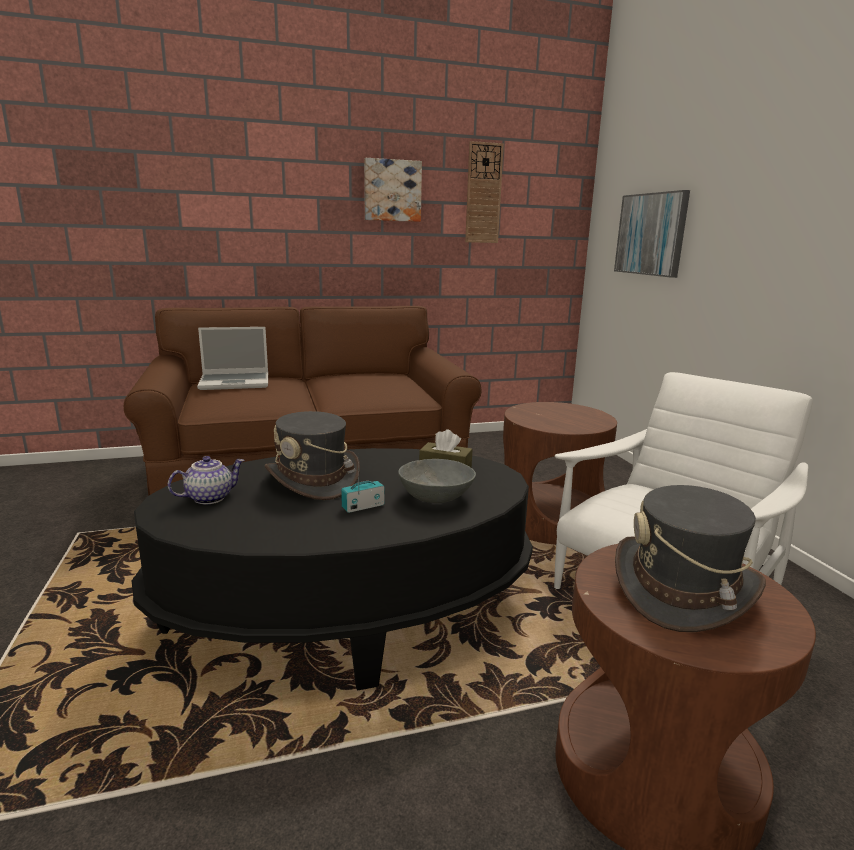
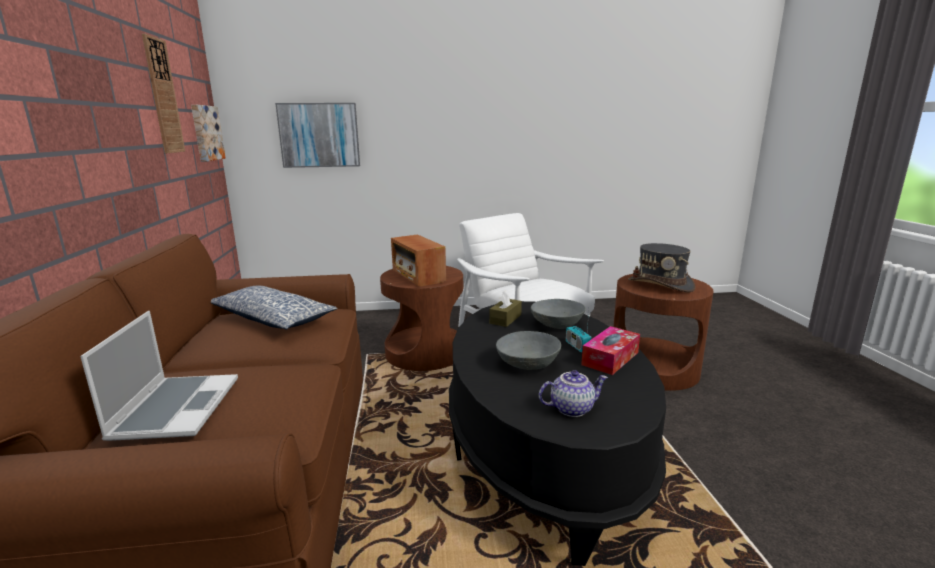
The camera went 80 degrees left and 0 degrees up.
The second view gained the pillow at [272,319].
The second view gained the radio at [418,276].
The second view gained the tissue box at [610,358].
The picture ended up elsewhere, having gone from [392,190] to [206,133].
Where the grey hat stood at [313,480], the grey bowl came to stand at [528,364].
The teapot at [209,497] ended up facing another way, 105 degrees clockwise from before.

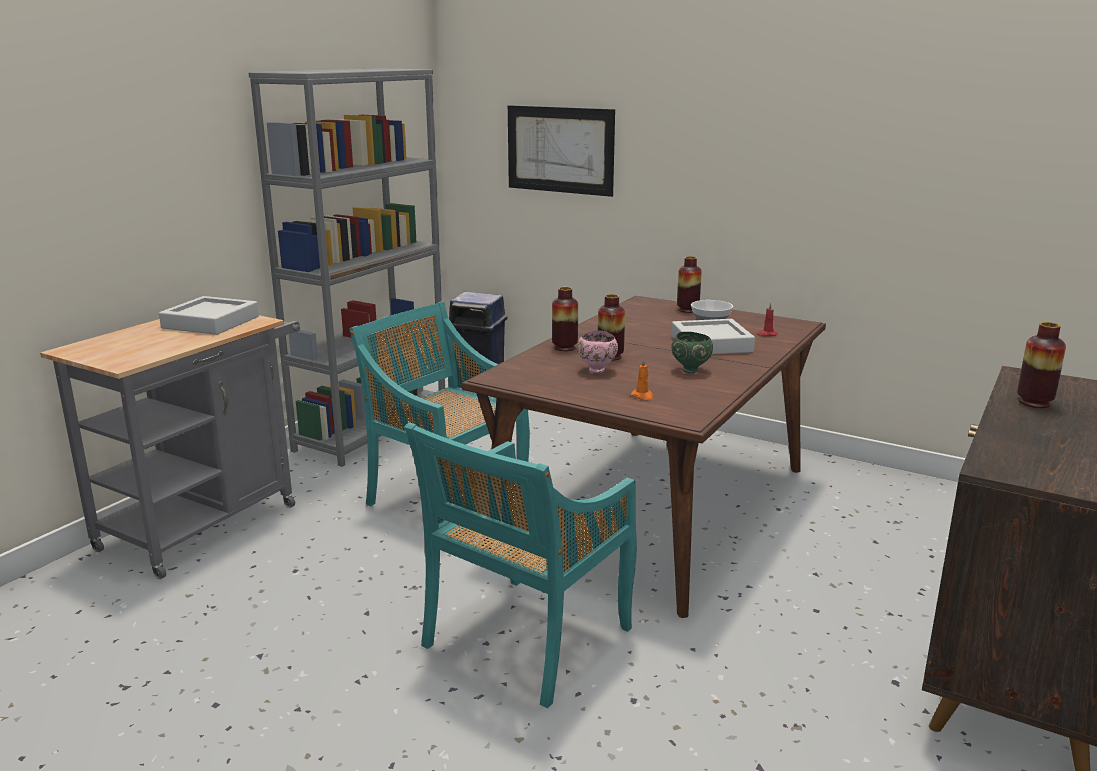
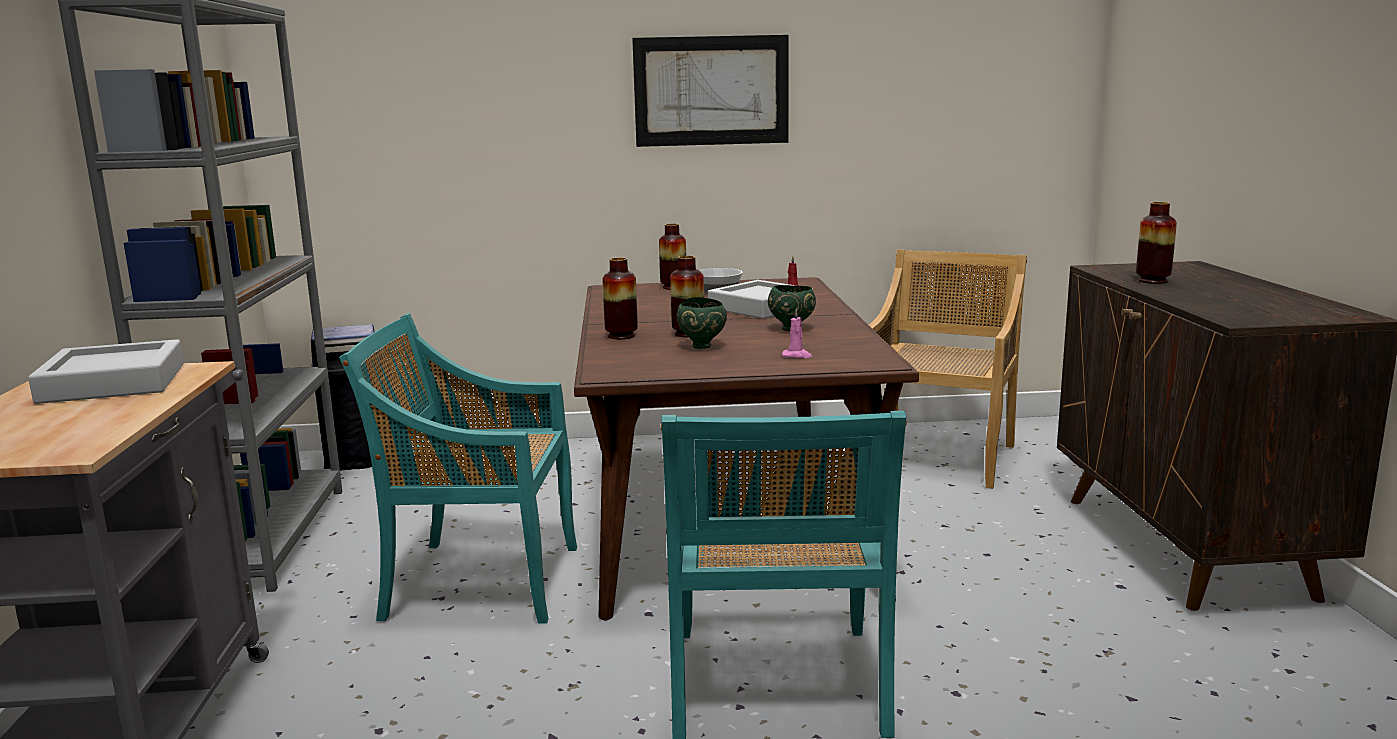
The camera went 35 degrees left and 5 degrees down.
The second view gained the beige chair at [940,457].
The picture ended up elsewhere, having gone from [560,150] to [711,91].
What was the pink bowl at [597,371] turned into the green bowl at [702,346].
What was the orange candle at [643,396] turned into the pink candle at [797,356].

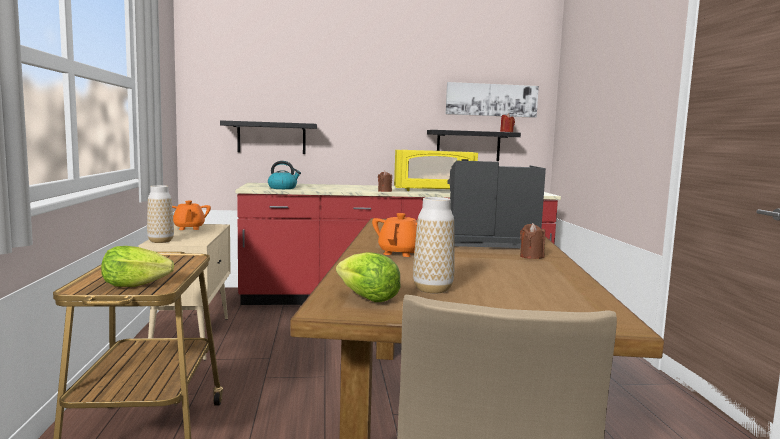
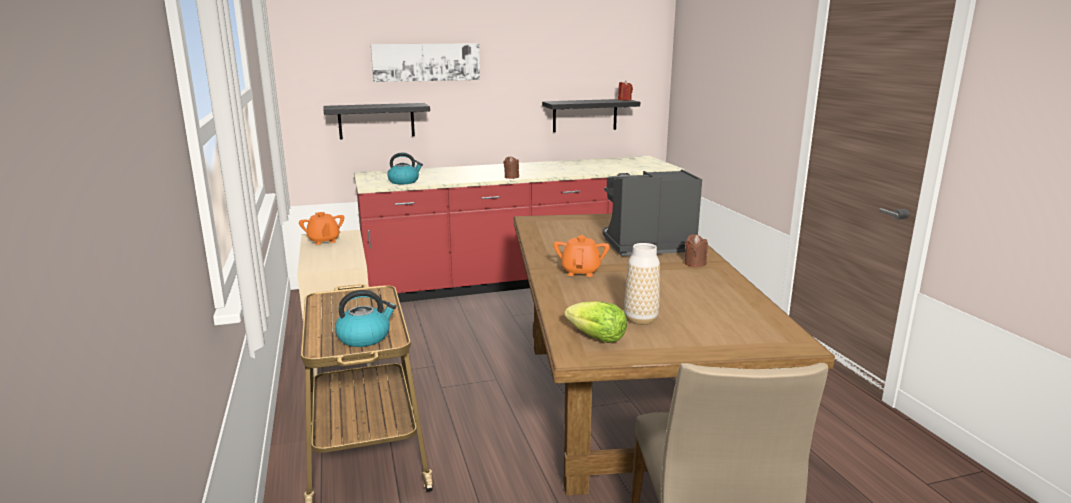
The camera went 10 degrees left and 10 degrees up.
The second view lost the vase at [160,241].
The second view lost the yellow microwave at [434,191].
The picture ended up elsewhere, having gone from [491,100] to [426,62].
Where the lettuce stood at [134,285], the kettle came to stand at [364,337].

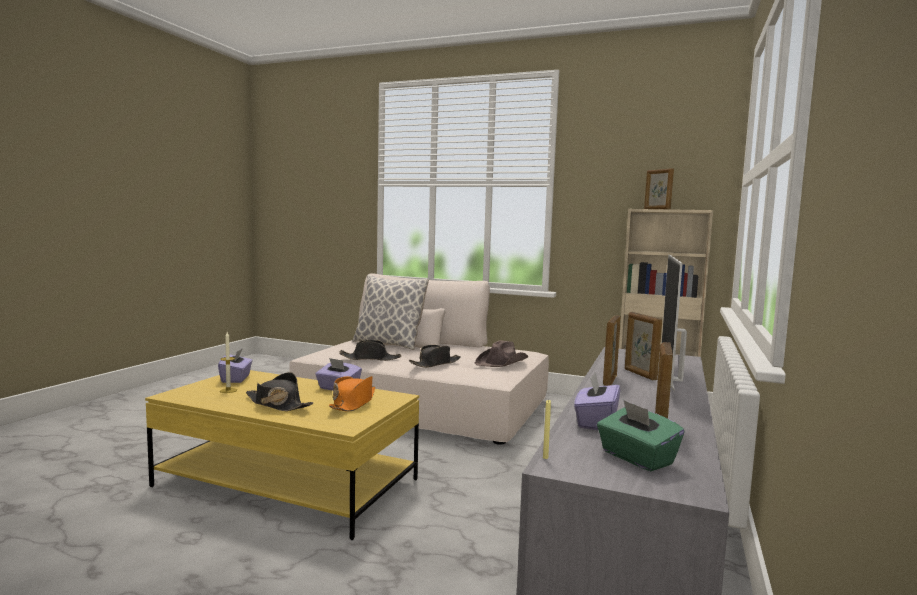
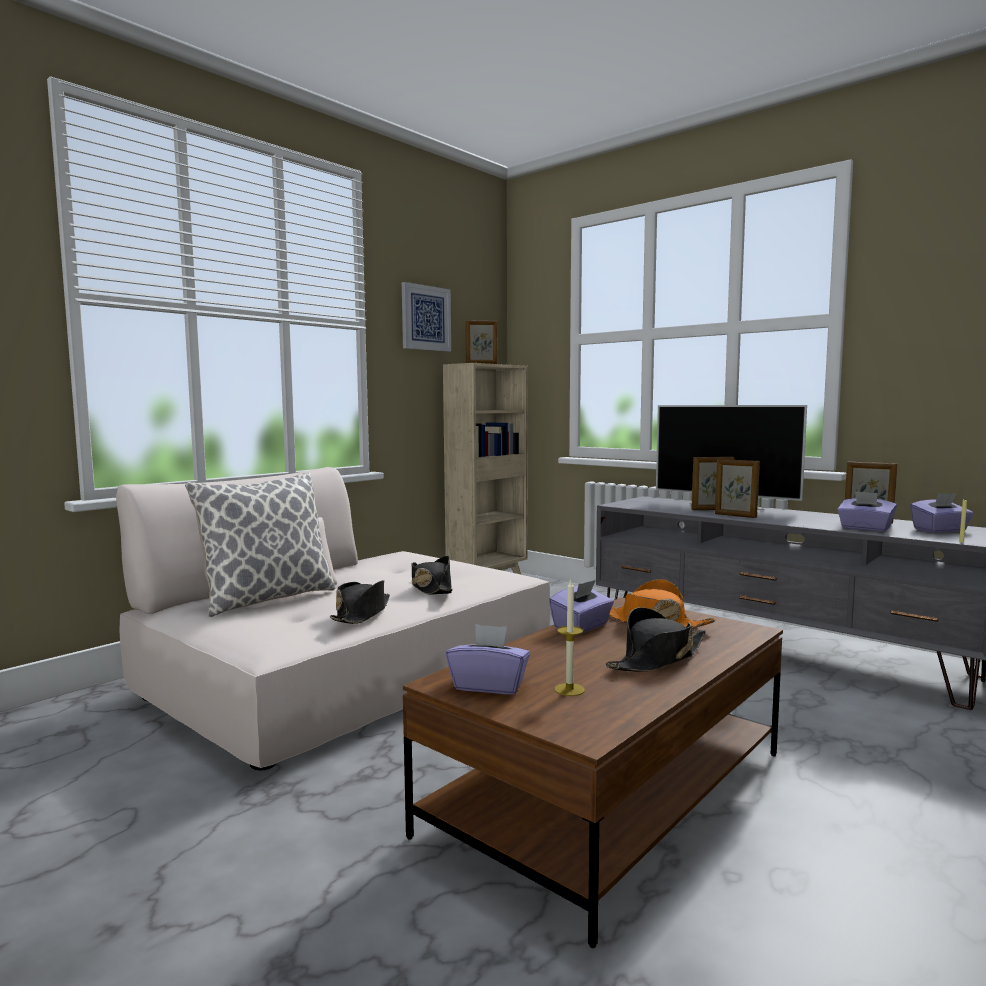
The camera went 70 degrees left and 0 degrees up.
The second view lost the brown hat at [502,362].
The second view gained the picture at [425,318].
What was the yellow coffee table at [288,483] turned into the brown coffee table at [609,792].
What was the green tissue box at [636,458] turned into the purple tissue box at [940,530].

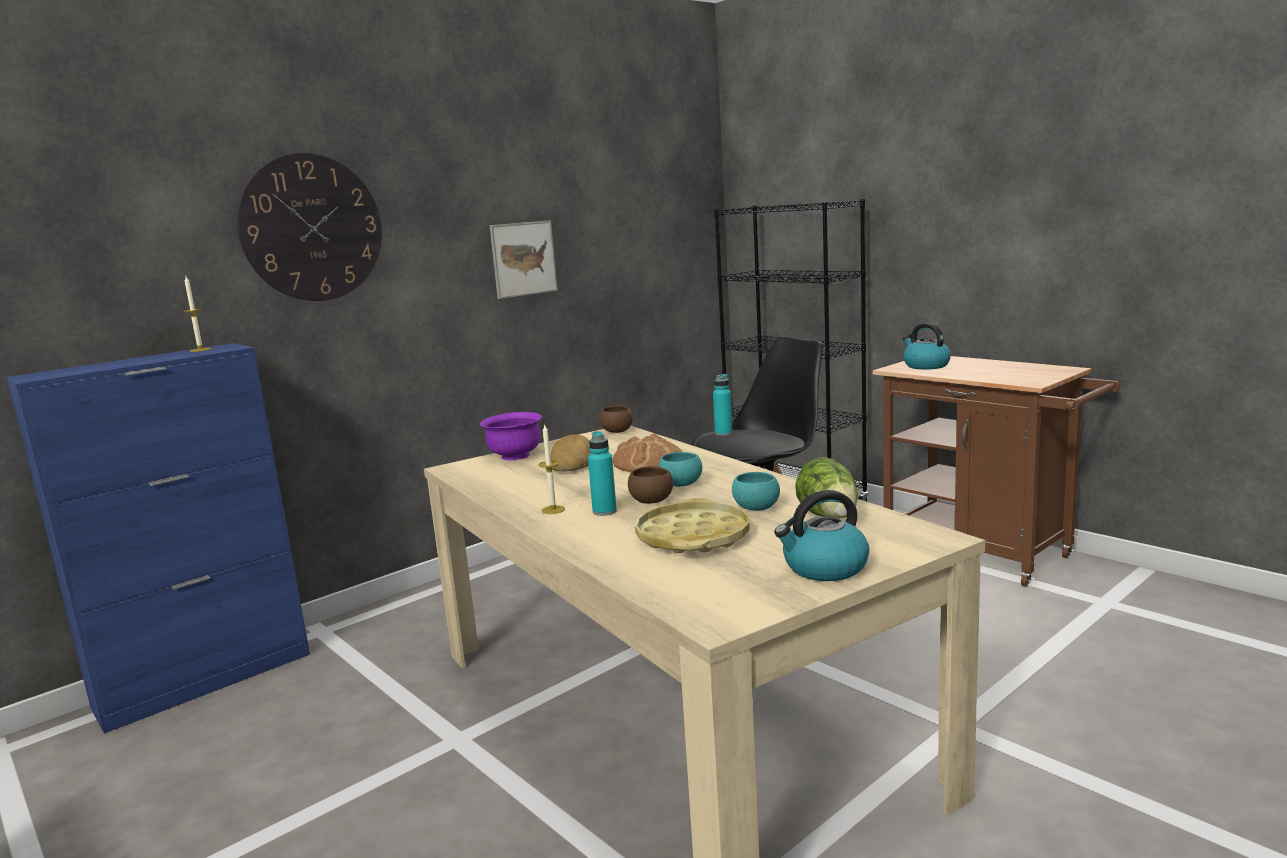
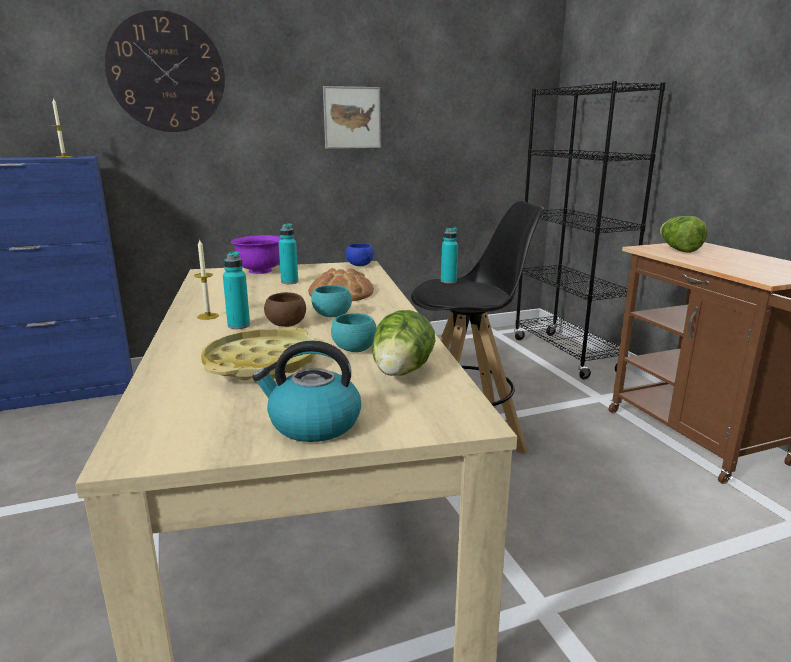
The camera went 20 degrees right and 5 degrees up.
Where the bread stood at [573,461], the turquoise bottle came to stand at [289,282].
Where the kettle stood at [925,366], the lettuce came to stand at [678,249].
What was the brown bowl at [617,431] turned into the blue bowl at [359,265].

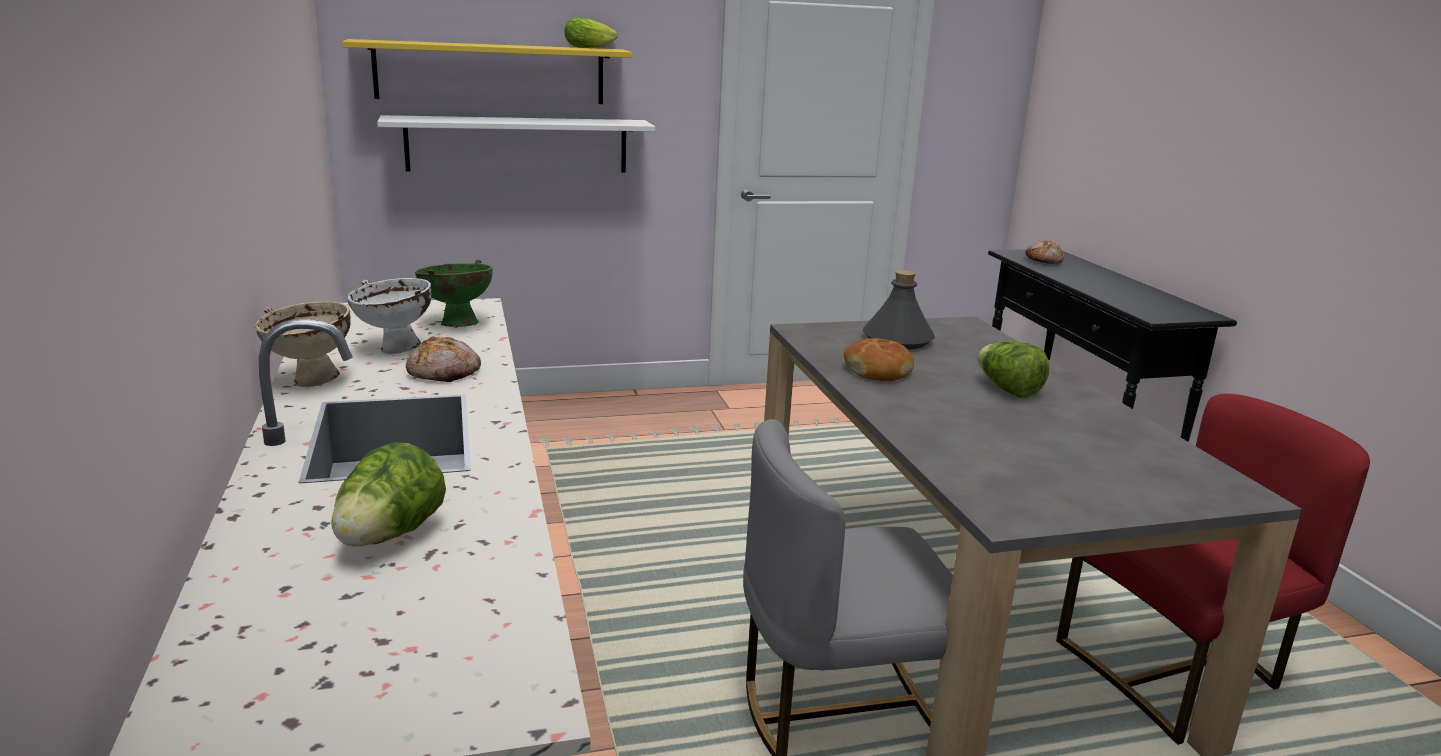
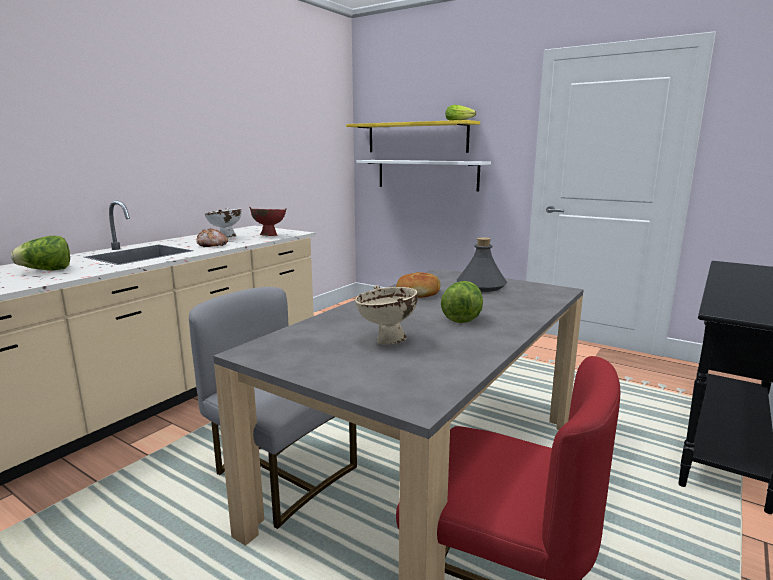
The camera went 50 degrees right and 5 degrees down.
The second view lost the bread at [1044,260].
The beige bowl ended up elsewhere, having gone from [312,382] to [387,341].
What was the green bowl at [456,324] turned into the red bowl at [269,236].

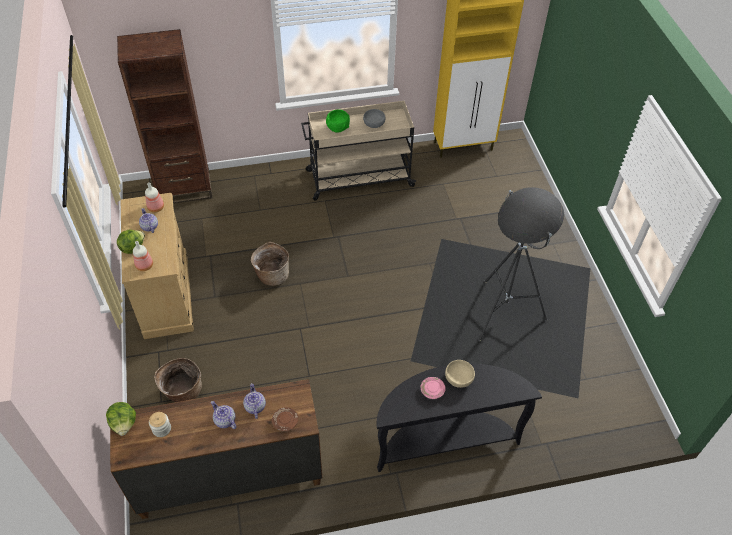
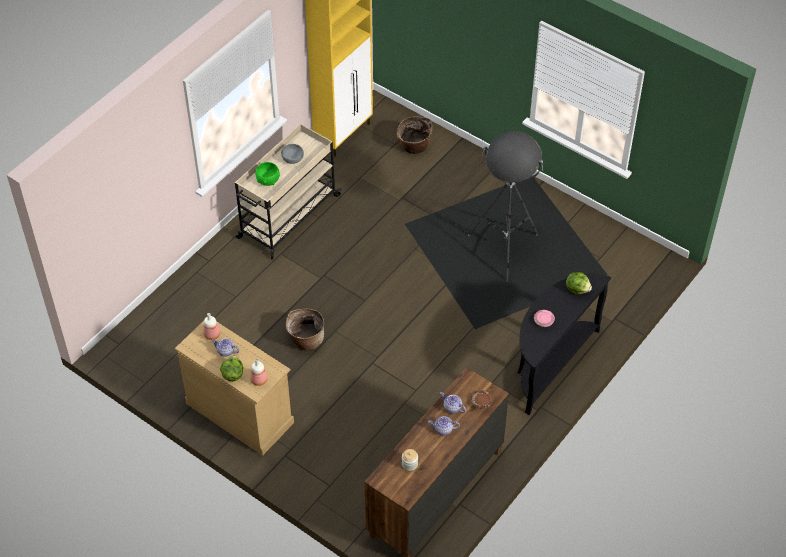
The camera went 40 degrees left and 0 degrees up.
The second view lost the brown bookcase at [184,189].
The second view lost the beige bowl at [459,379].
The lettuce ended up elsewhere, having gone from [124,424] to [577,289].
The basket ended up elsewhere, having gone from [182,392] to [414,147].

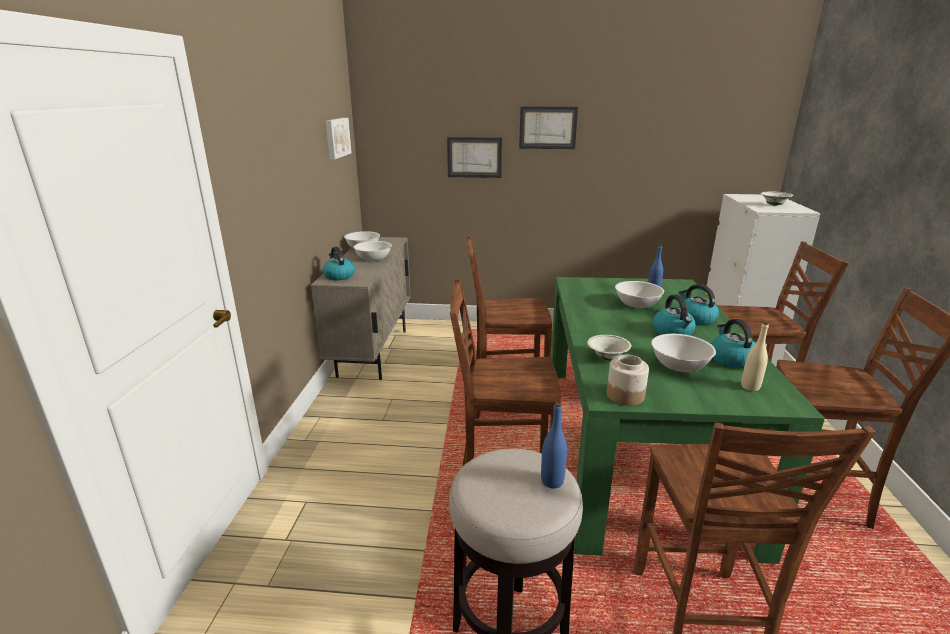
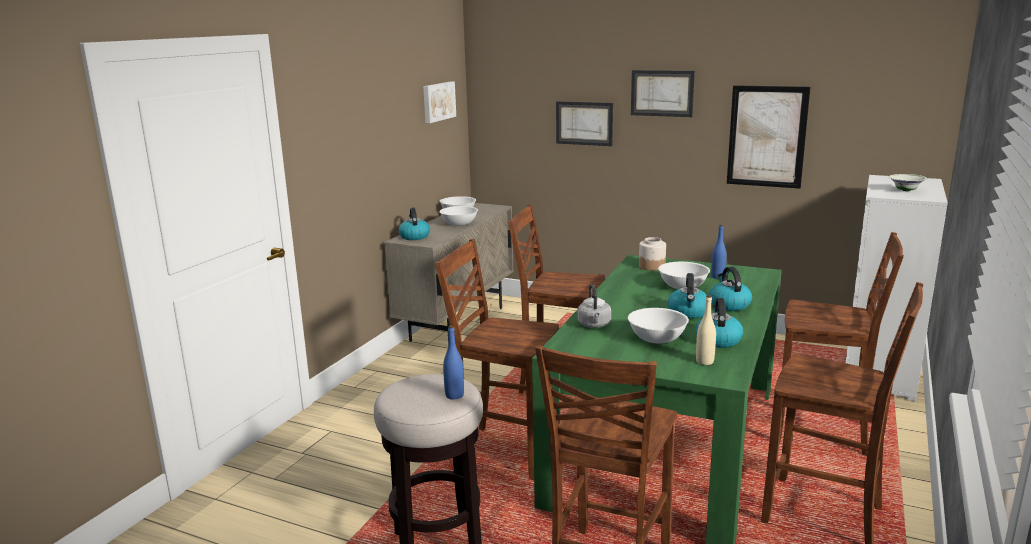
The camera went 20 degrees right and 5 degrees down.
The second view gained the picture at [767,136].
The jar ended up elsewhere, having gone from [625,395] to [652,266].
Where the white bowl stood at [607,358], the grey kettle came to stand at [594,325].

